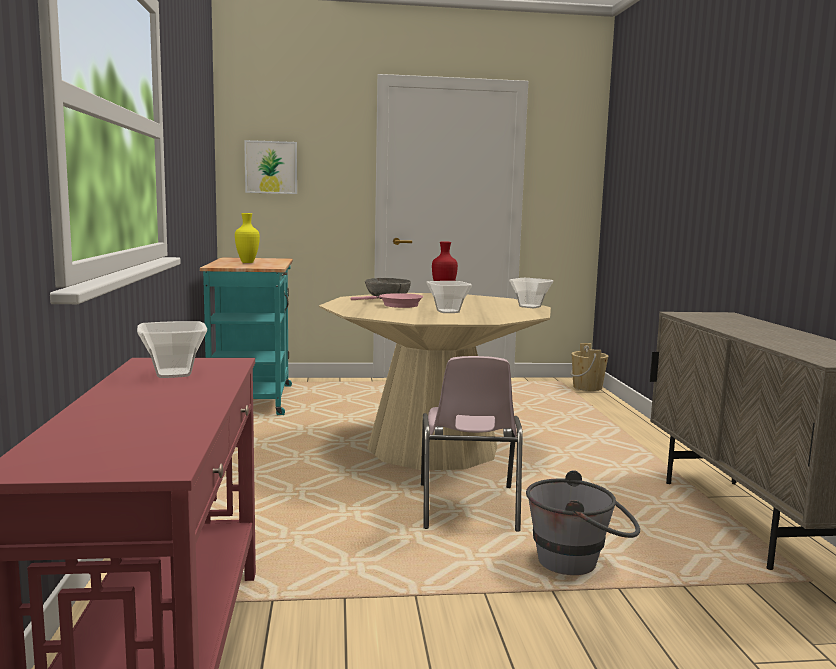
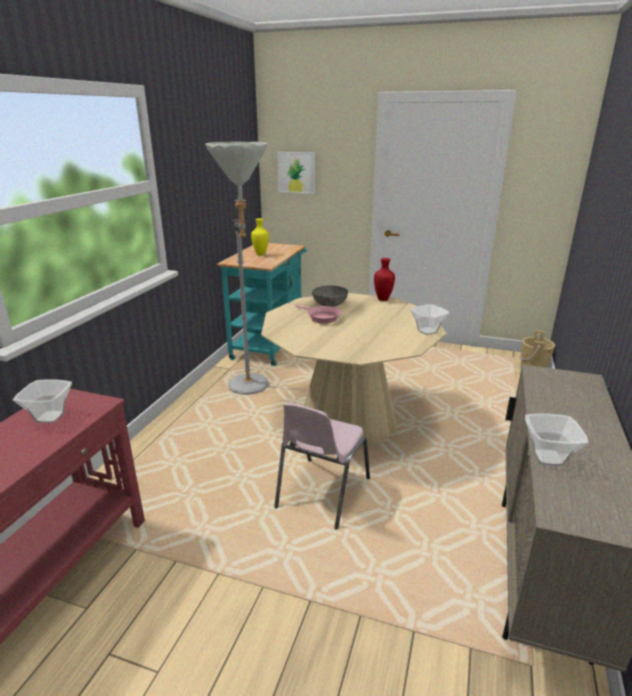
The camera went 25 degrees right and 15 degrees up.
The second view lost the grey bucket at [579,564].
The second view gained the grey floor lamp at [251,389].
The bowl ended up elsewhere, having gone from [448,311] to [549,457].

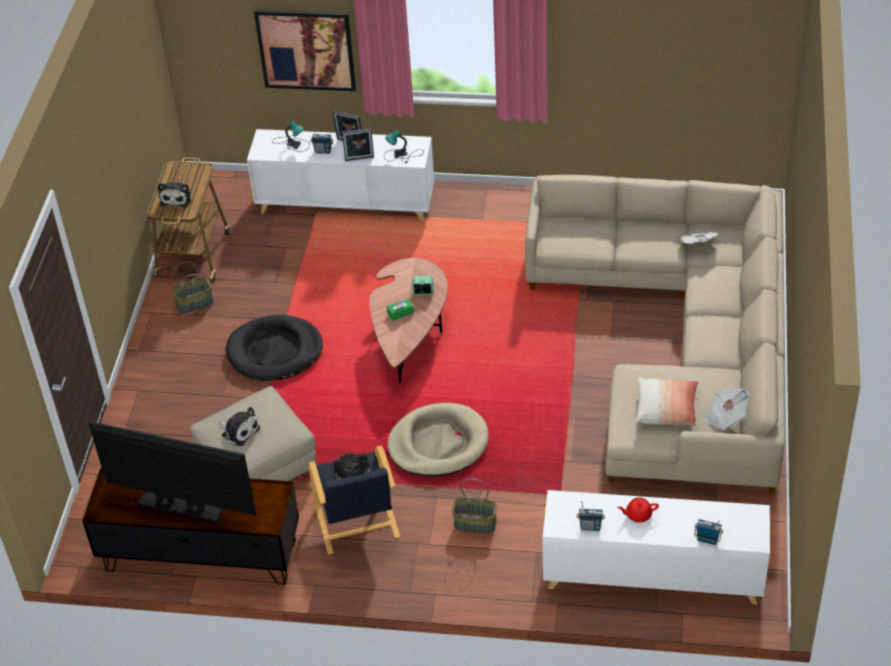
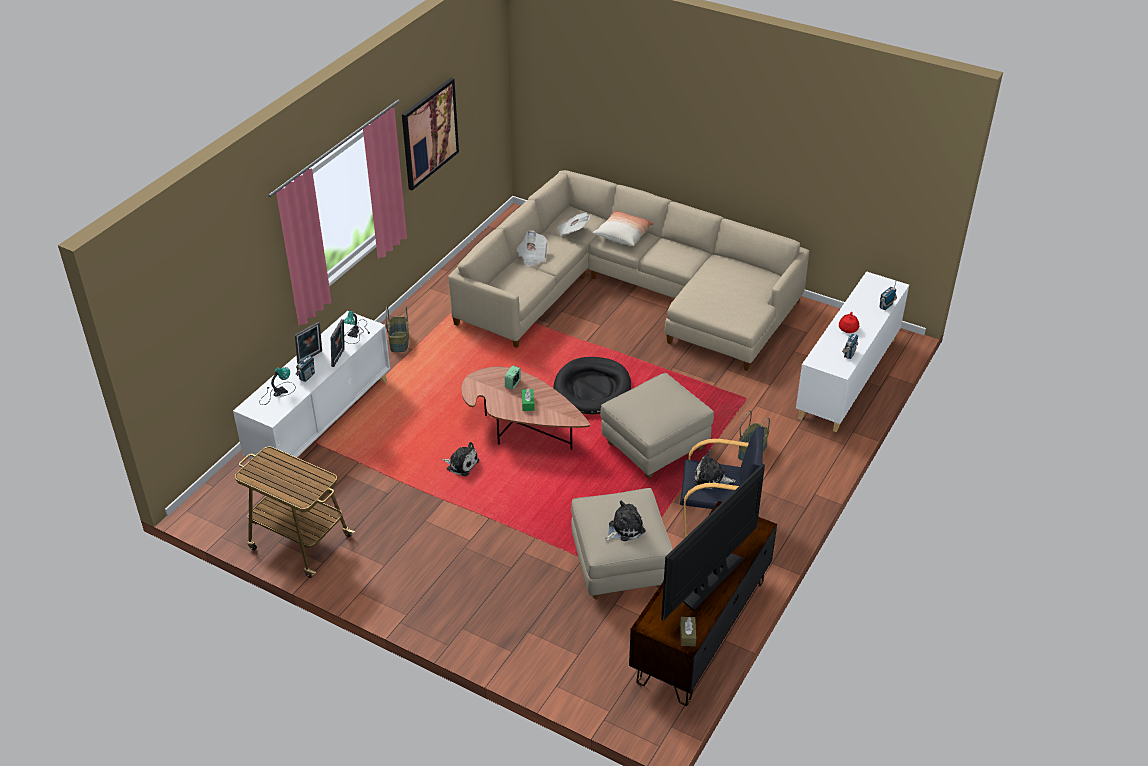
The camera went 70 degrees left and 5 degrees down.
The second view gained the brown tissue box at [687,635].
The plush toy ended up elsewhere, having gone from [176,198] to [461,464].
The basket ended up elsewhere, having gone from [195,303] to [399,342].
The black dog bed ended up elsewhere, having gone from [275,352] to [592,389].
The picture ended up elsewhere, having gone from [306,49] to [429,133].
The pillow ended up elsewhere, having gone from [666,409] to [623,235].
The newspaper ended up elsewhere, having gone from [726,416] to [532,256].
Where the beige dog bed stood at [438,443], the beige ottoman came to stand at [655,447].

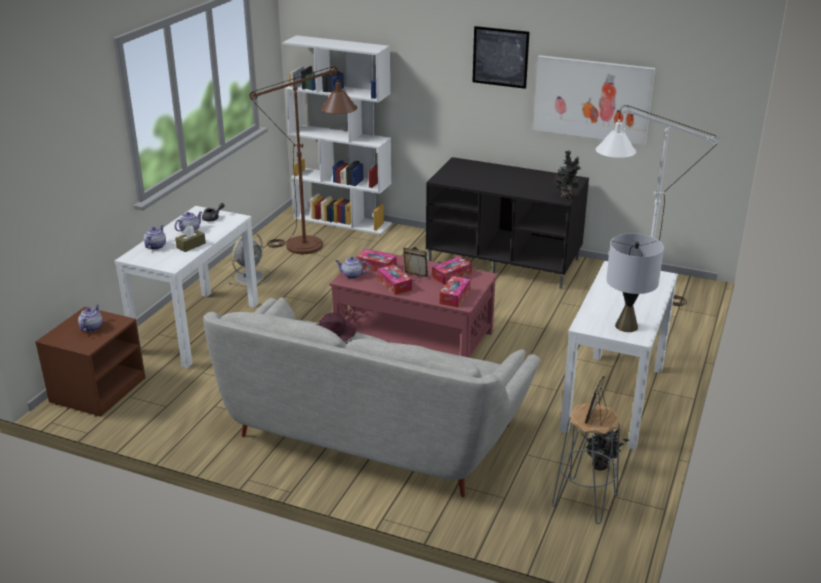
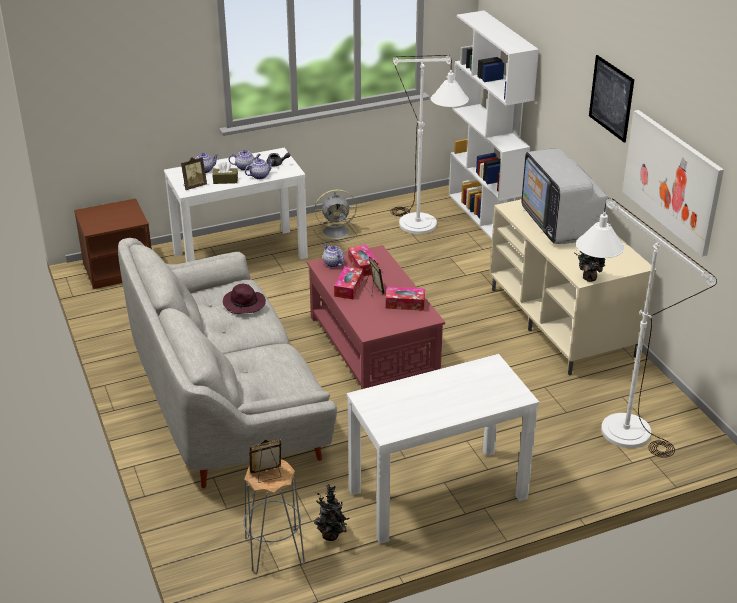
The camera went 45 degrees right and 5 degrees up.
The second view lost the tissue box at [454,296].
The second view lost the grey table lamp at [626,326].
The second view gained the picture frame at [194,186].
The second view gained the television at [560,223].
The teapot ended up elsewhere, having gone from [91,327] to [260,176].
What was the brown floor lamp at [315,247] turned into the white floor lamp at [424,229].
What was the black tv stand at [505,261] turned into the beige tv stand at [563,322].

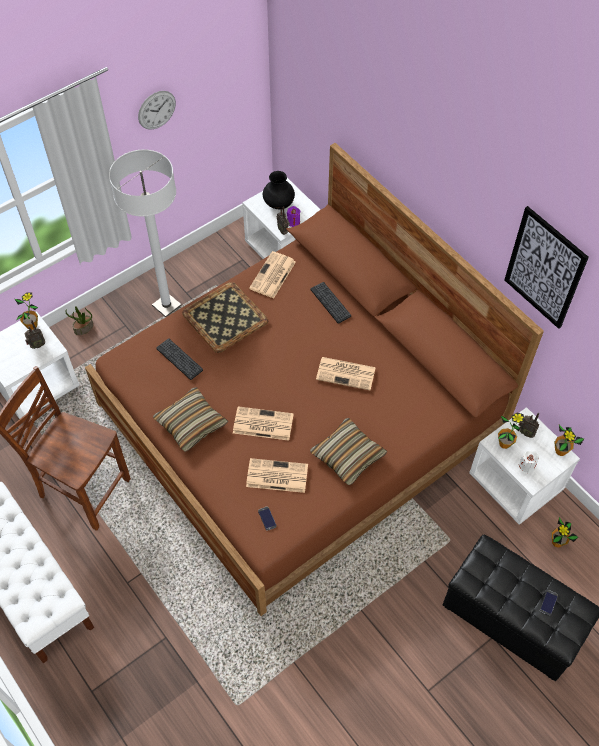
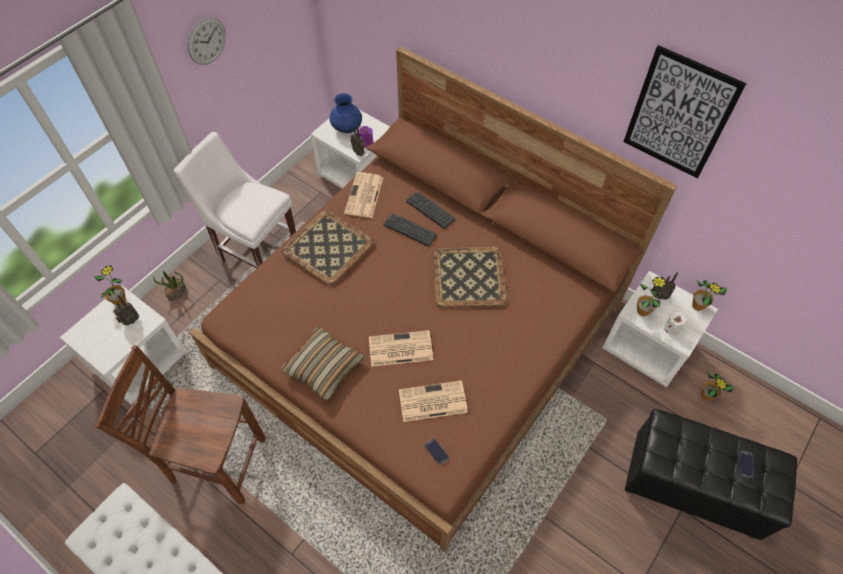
The camera went 15 degrees left and 0 degrees up.
The second view lost the pillow at [348,455].
The keyboard ended up elsewhere, having gone from [179,359] to [410,230].
Where the white floor lamp stood at [166,306], the white chair came to stand at [257,252].
Where the newspaper stood at [346,373], the tray came to stand at [469,276].
What was the black vase at [279,204] turned into the blue vase at [347,129].

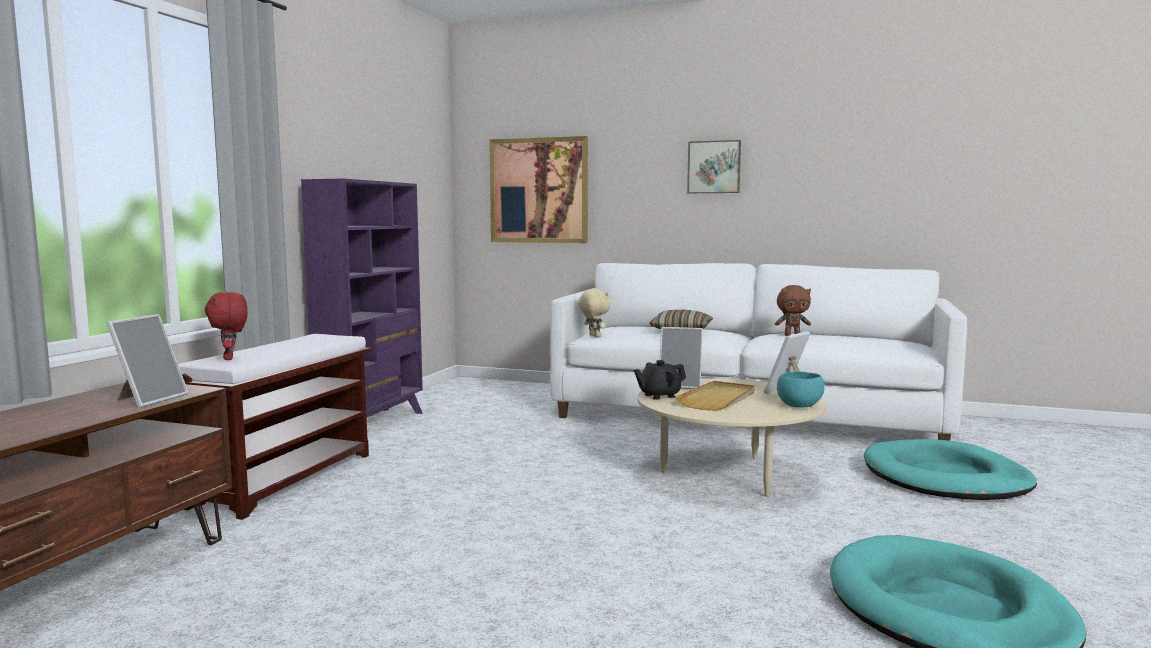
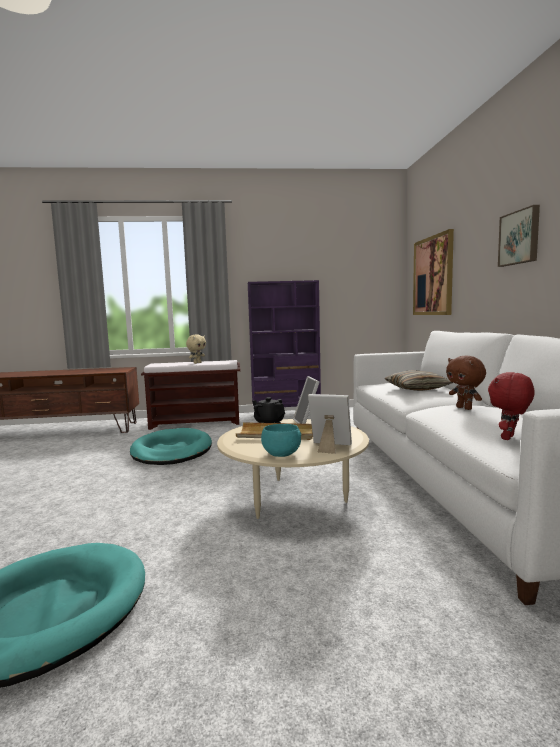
The camera went 65 degrees right and 0 degrees up.
The second view lost the picture frame at [149,399].
The red plush toy ended up elsewhere, having gone from [230,358] to [509,438].
The beige plush toy ended up elsewhere, having gone from [594,336] to [197,363].
The turquoise dog bed ended up elsewhere, having gone from [946,478] to [172,451].

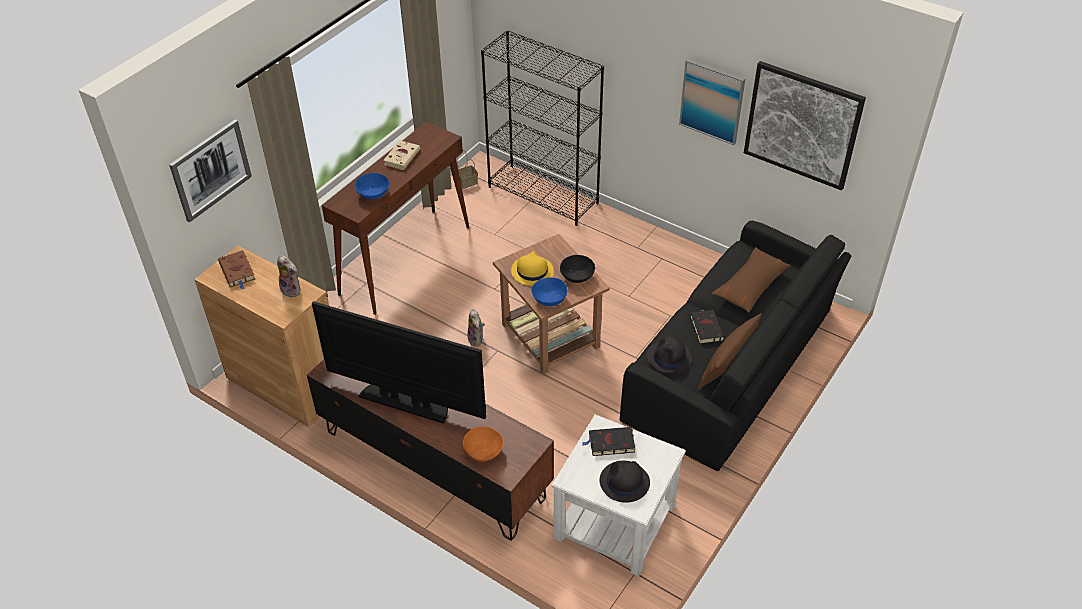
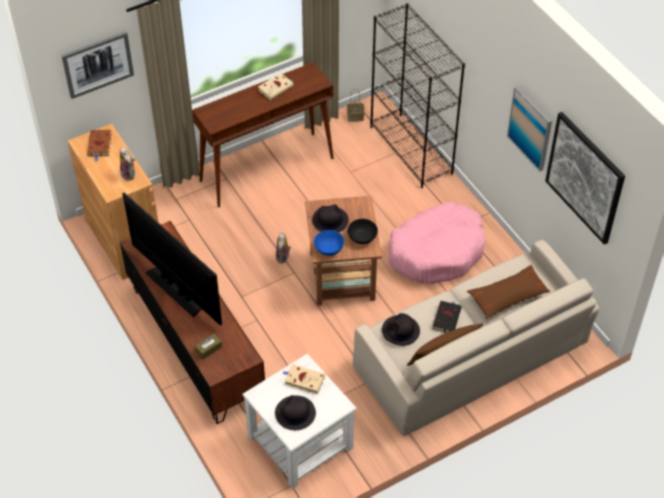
The camera went 25 degrees right and 5 degrees up.
The second view lost the blue bowl at [373,194].
The second view gained the pink dog bed at [436,251].
Where the orange bowl stood at [483,451], the brown tissue box came to stand at [208,349].
What was the yellow hat at [532,271] turned into the black hat at [330,220].
What was the black book at [610,443] turned into the beige book at [303,380].
What was the black sofa at [731,364] turned into the beige sofa at [472,355].

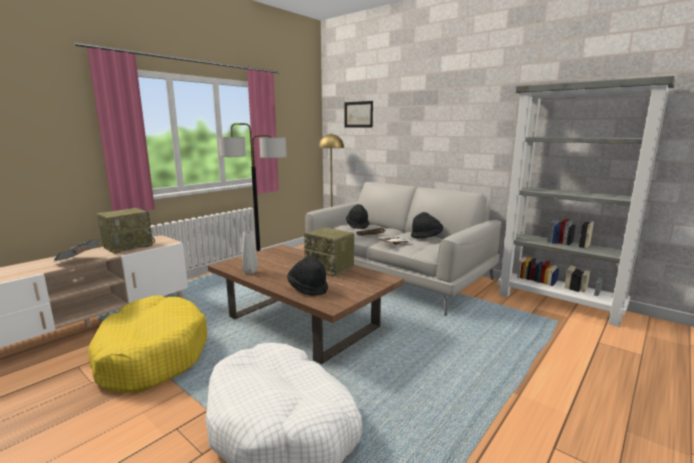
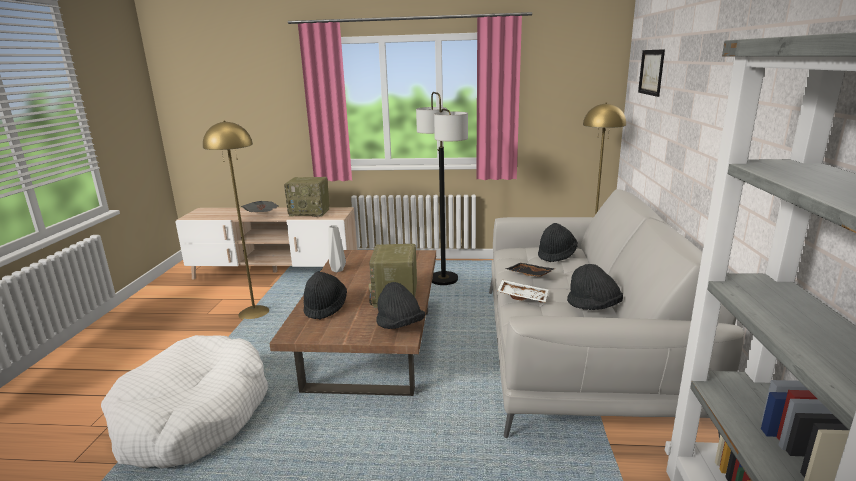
The camera went 55 degrees right and 5 degrees up.
The second view gained the black hat at [400,326].
Where the yellow dog bed stood at [151,355], the yellow floor lamp came to stand at [254,313].

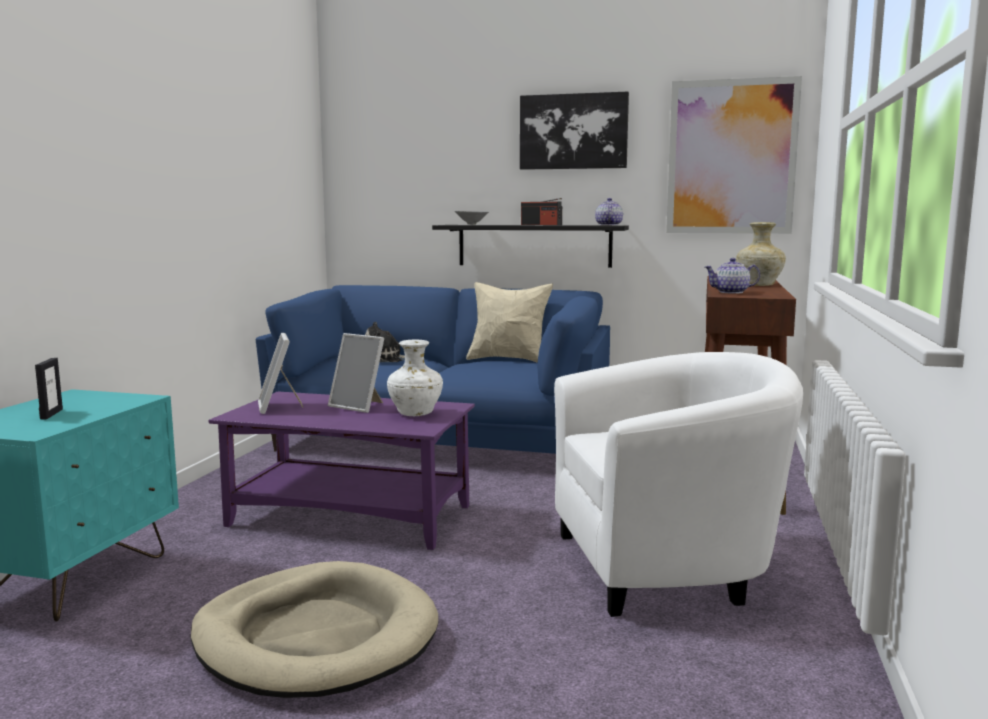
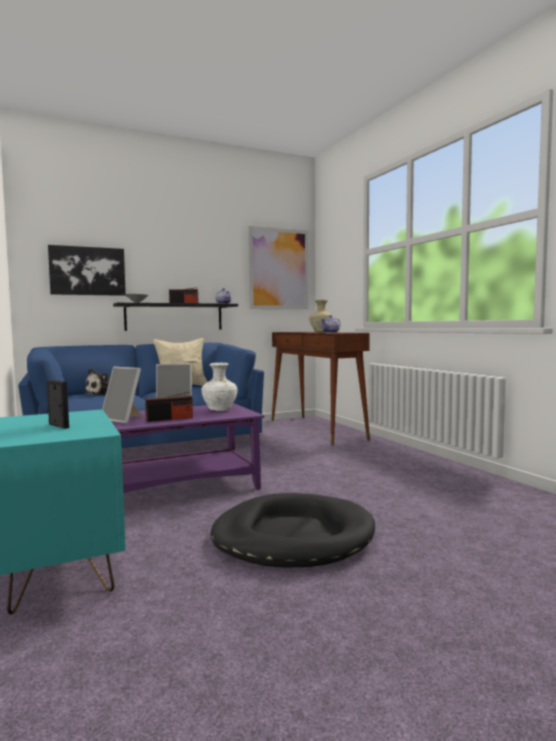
The camera went 40 degrees left and 5 degrees down.
The second view lost the white armchair at [667,566].
The second view gained the radio at [169,419].
The picture ended up elsewhere, having gone from [573,131] to [87,271].
What was the beige dog bed at [316,637] turned into the black dog bed at [292,537].

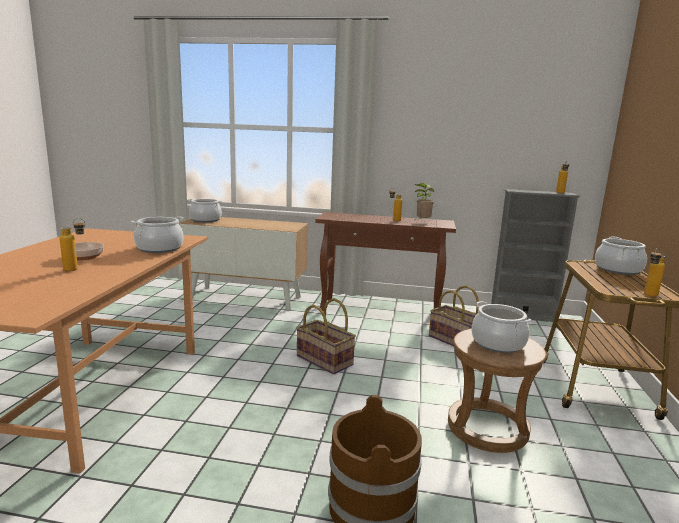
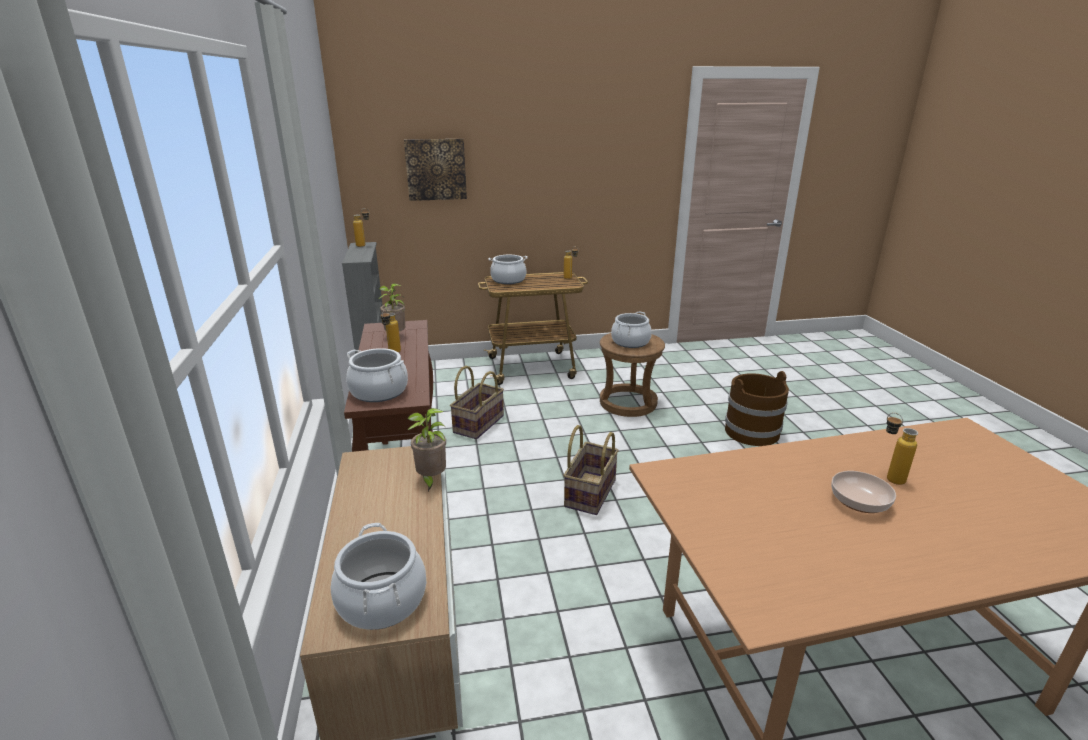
The camera went 110 degrees left and 10 degrees up.
The second view gained the picture at [436,169].
The second view gained the potted plant at [431,480].
The cooking pot ended up elsewhere, having gone from [159,248] to [379,391].

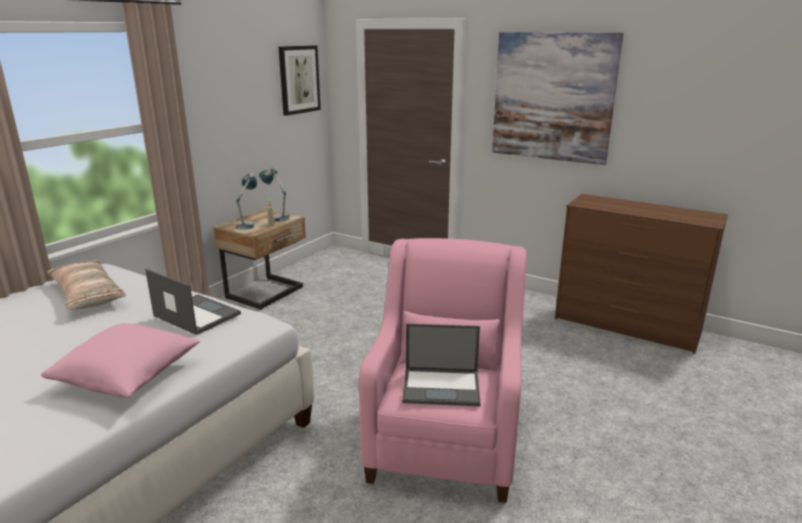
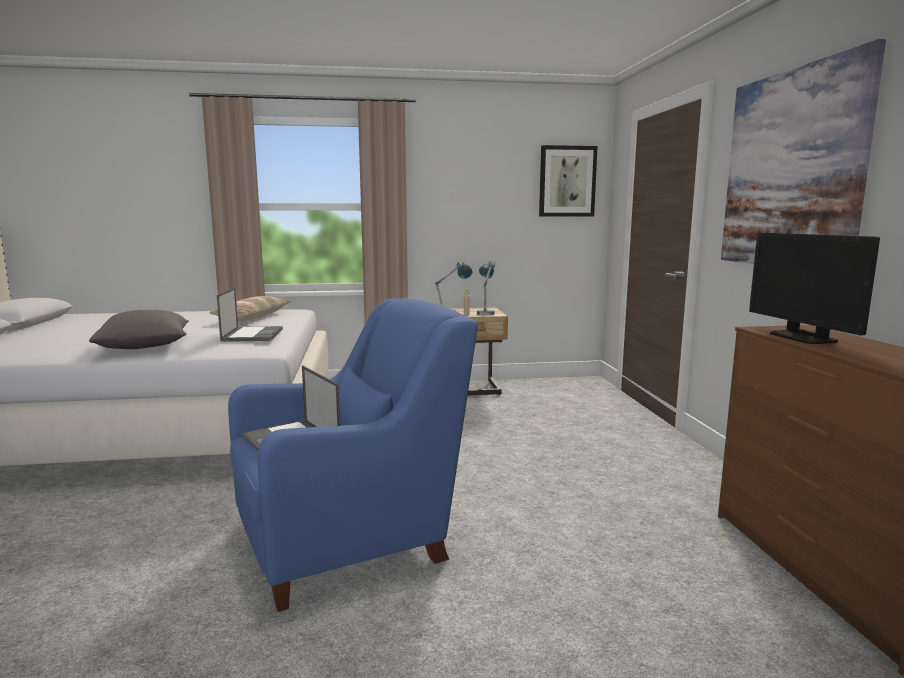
The camera went 50 degrees right and 10 degrees down.
The second view gained the monitor at [803,337].
What was the pink pillow at [128,377] turned into the grey pillow at [146,347].
What was the pink armchair at [445,439] turned into the blue armchair at [352,539].

